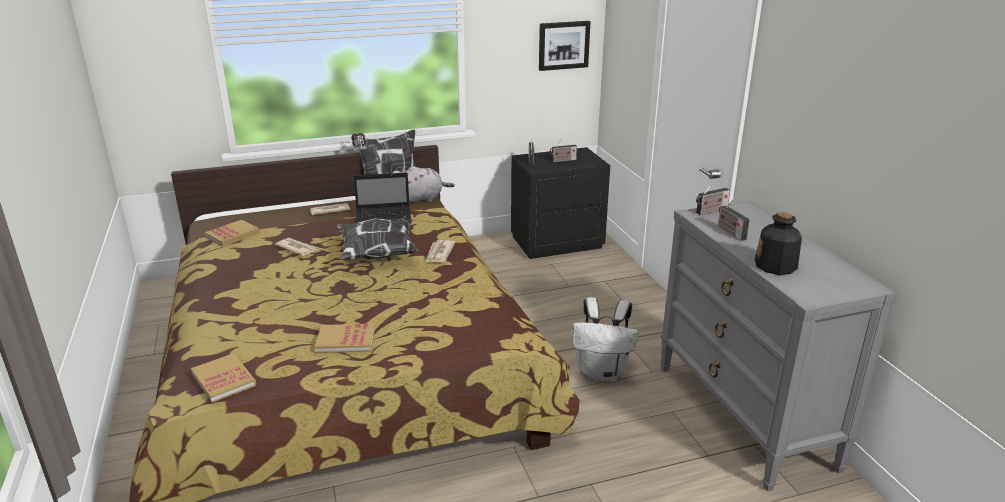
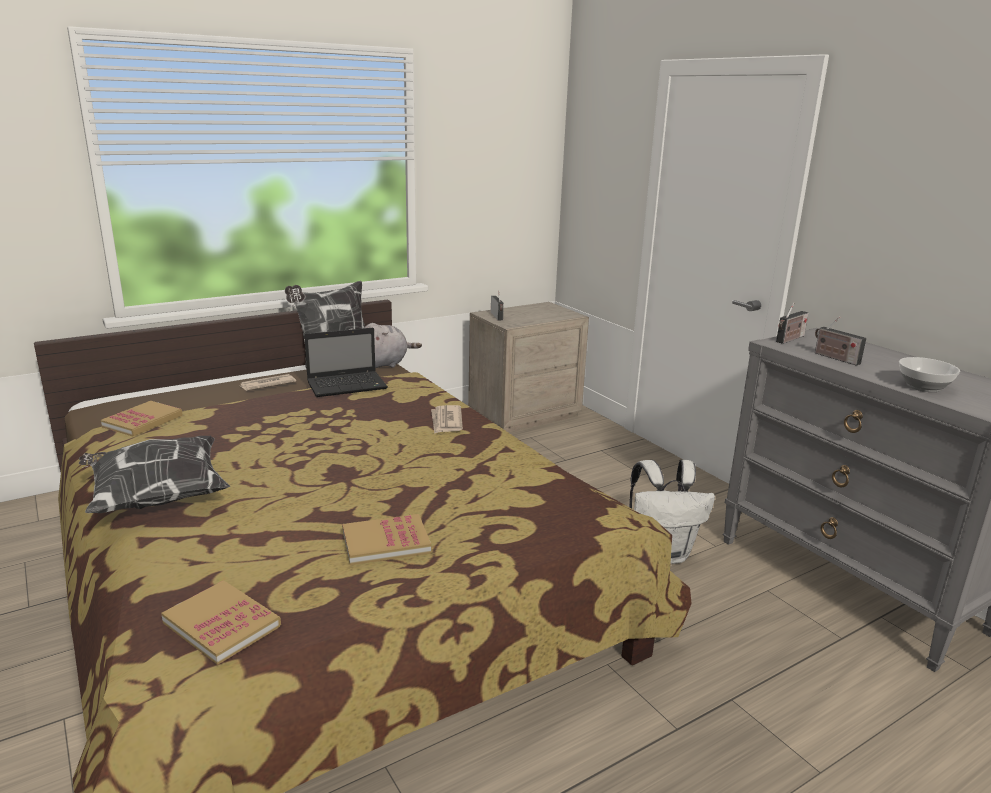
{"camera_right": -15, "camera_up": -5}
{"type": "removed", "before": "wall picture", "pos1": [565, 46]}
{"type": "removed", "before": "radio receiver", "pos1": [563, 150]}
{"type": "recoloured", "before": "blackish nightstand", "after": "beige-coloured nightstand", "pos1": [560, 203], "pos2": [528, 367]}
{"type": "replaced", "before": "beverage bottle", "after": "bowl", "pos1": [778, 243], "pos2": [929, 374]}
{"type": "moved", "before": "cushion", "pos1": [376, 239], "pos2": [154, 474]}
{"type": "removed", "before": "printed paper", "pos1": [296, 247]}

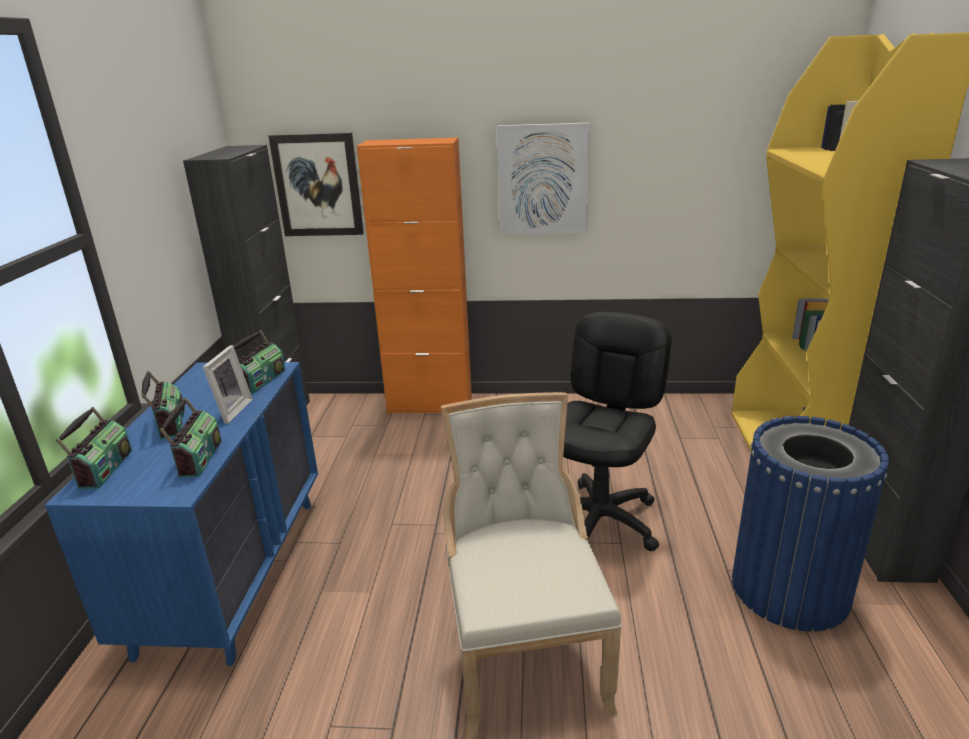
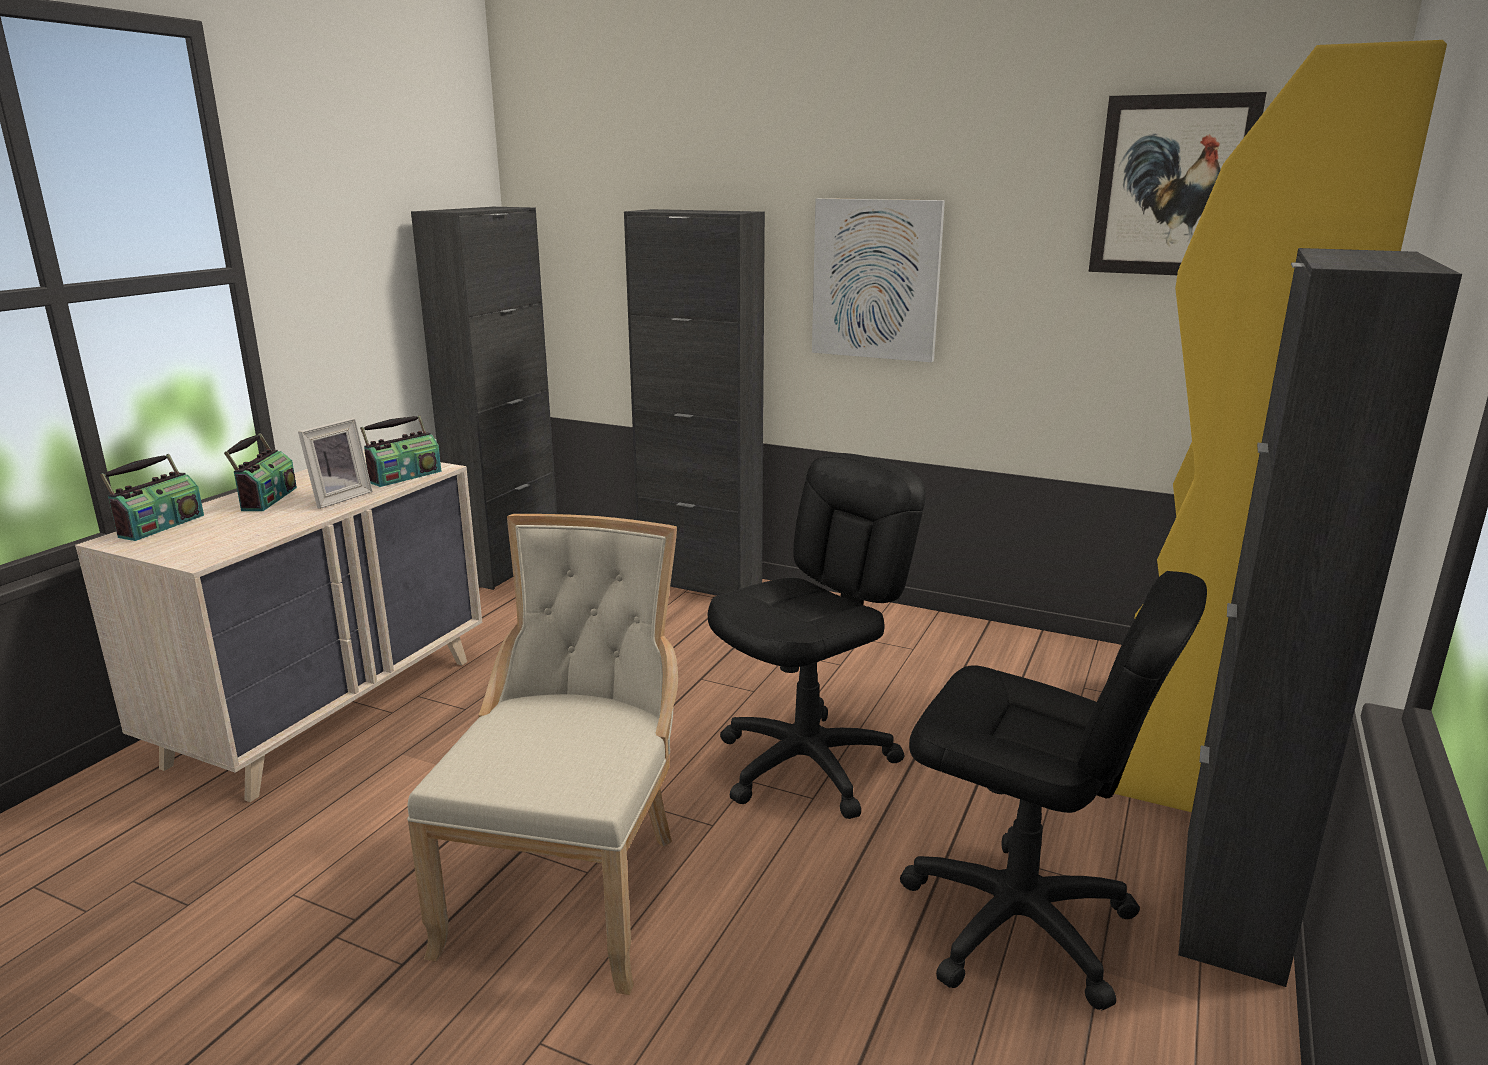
{"camera_right": 20, "camera_up": -5}
{"type": "moved", "before": "wall picture", "pos1": [316, 184], "pos2": [1178, 183]}
{"type": "recoloured", "before": "orange-coloured cabinet", "after": "blackish cabinet", "pos1": [414, 275], "pos2": [694, 402]}
{"type": "recoloured", "before": "blue-coloured dresser", "after": "beige-coloured dresser", "pos1": [181, 513], "pos2": [278, 626]}
{"type": "removed", "before": "radio receiver", "pos1": [190, 438]}
{"type": "replaced", "before": "blue-coloured rubbish bin", "after": "blackish office chair", "pos1": [810, 524], "pos2": [1053, 791]}

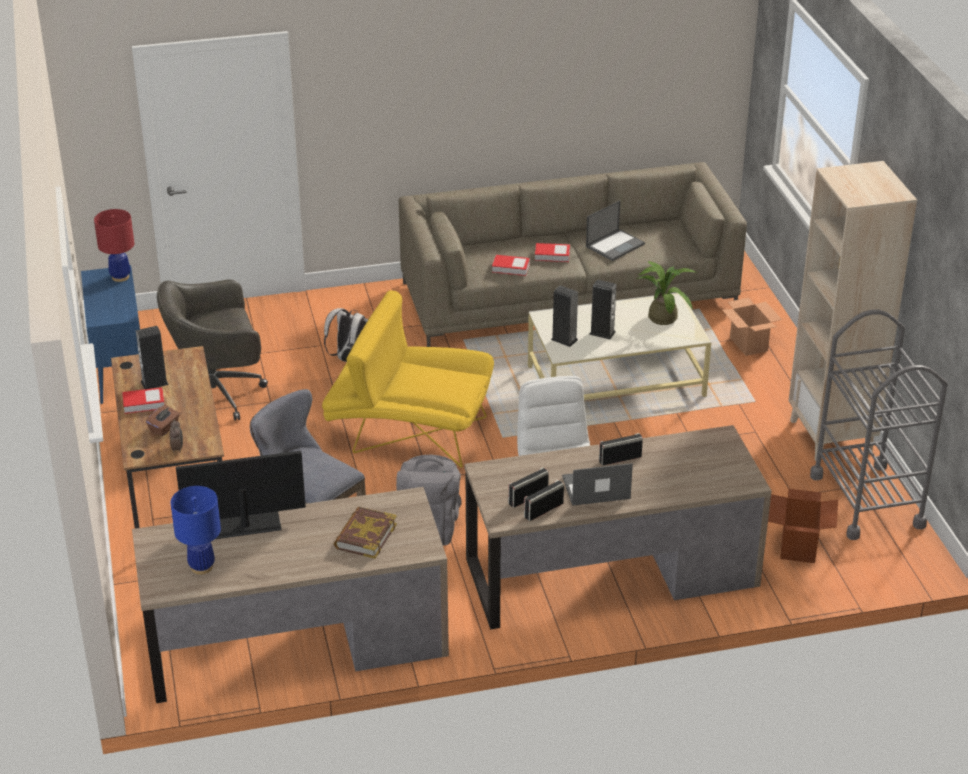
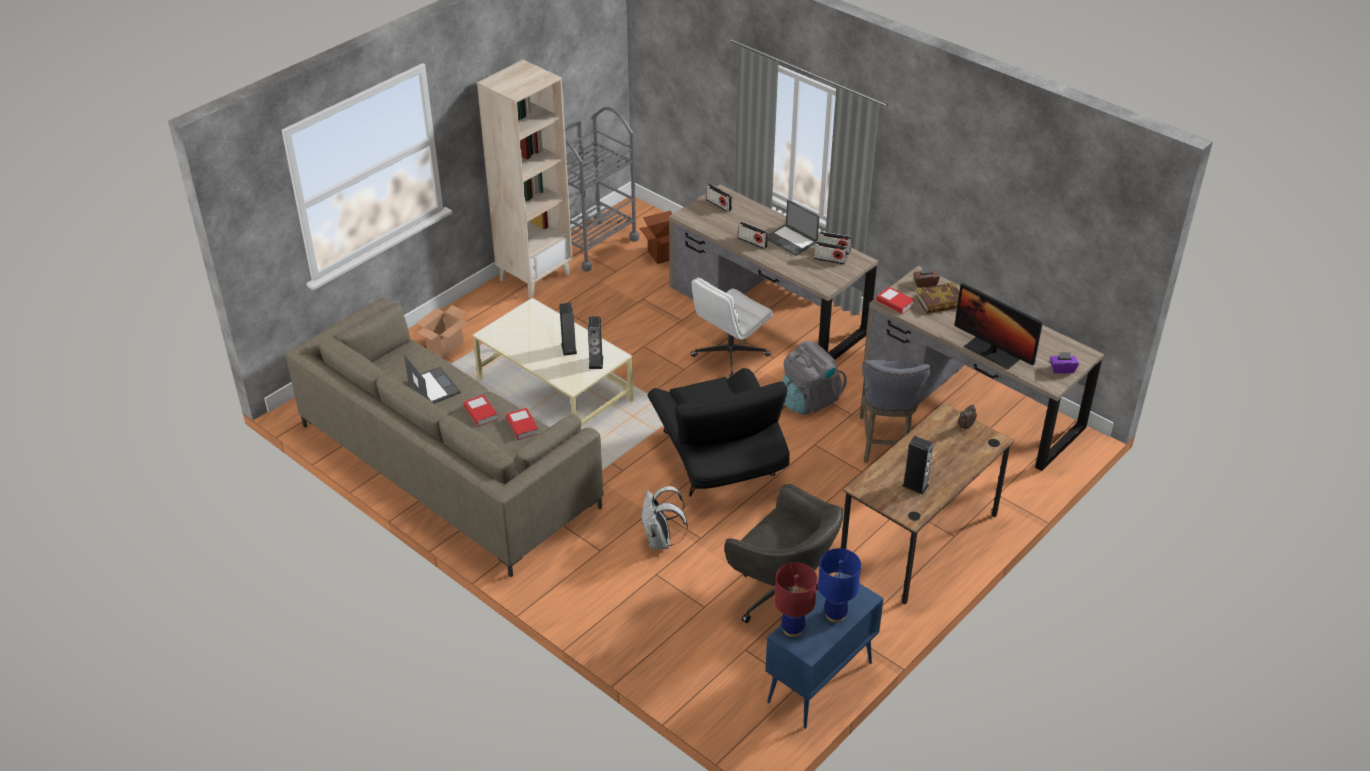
{"camera_right": -125, "camera_up": 5}
{"type": "turned", "before": "notebook computer", "pos1": [615, 231], "pos2": [432, 379], "turn": 45}
{"type": "removed", "before": "potted plant", "pos1": [667, 293]}
{"type": "recoloured", "before": "yellow-coloured easy chair", "after": "blackish easy chair", "pos1": [408, 379], "pos2": [718, 432]}
{"type": "moved", "before": "volume", "pos1": [143, 400], "pos2": [895, 300]}
{"type": "moved", "before": "brown-coloured tissue holder", "pos1": [163, 420], "pos2": [926, 277]}
{"type": "moved", "before": "blue-coloured table lamp", "pos1": [195, 530], "pos2": [839, 585]}
{"type": "added", "after": "radio receiver", "pos2": [719, 198]}
{"type": "added", "after": "purple-coloured tissue holder", "pos2": [1064, 362]}

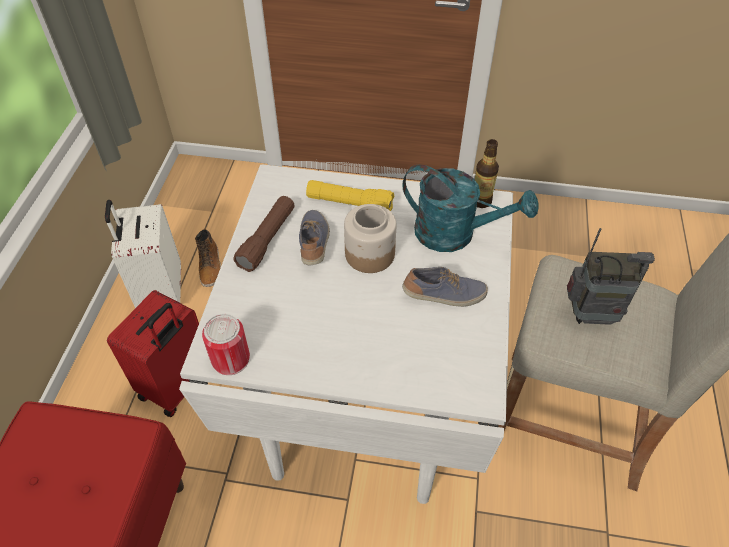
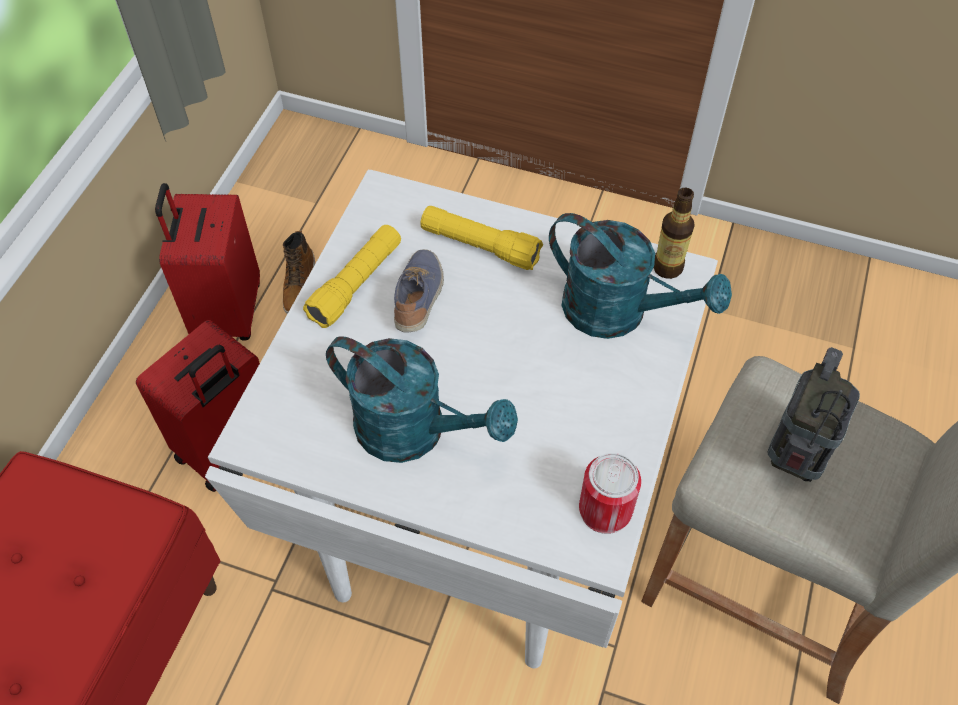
{"camera_right": 10, "camera_up": 5}
{"type": "recoloured", "before": "brown-coloured flashlight", "after": "yellow-coloured flashlight", "pos1": [263, 234], "pos2": [352, 276]}
{"type": "recoloured", "before": "white-coloured suitcase", "after": "red-coloured suitcase", "pos1": [143, 254], "pos2": [207, 261]}
{"type": "removed", "before": "preserve jar", "pos1": [370, 238]}
{"type": "turned", "before": "radio receiver", "pos1": [611, 276], "pos2": [813, 414], "turn": -75}
{"type": "removed", "before": "shoe", "pos1": [445, 287]}
{"type": "moved", "before": "metal can", "pos1": [226, 344], "pos2": [610, 493]}
{"type": "added", "after": "turquoise-coloured sprinkling can", "pos2": [422, 399]}

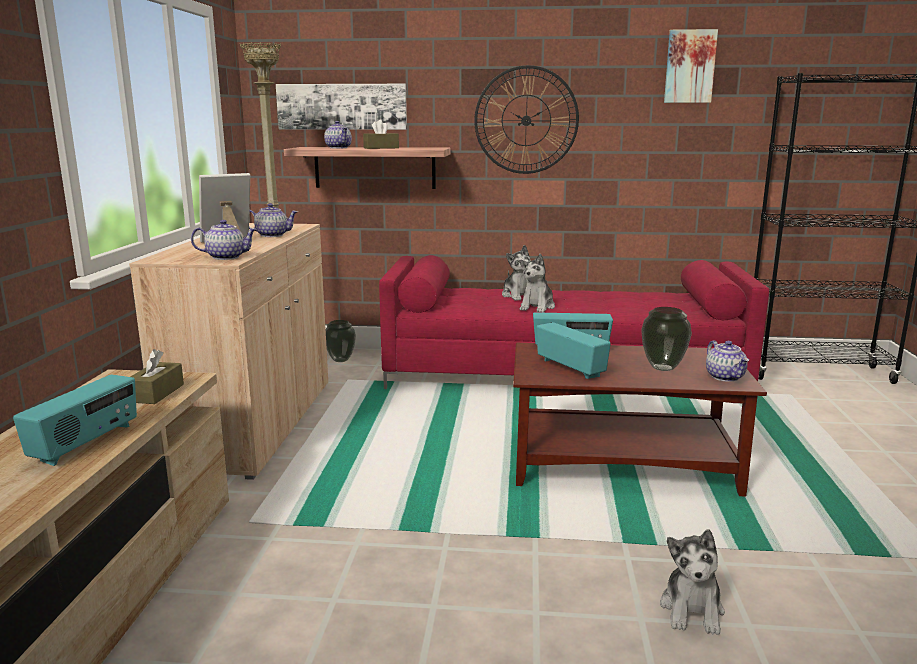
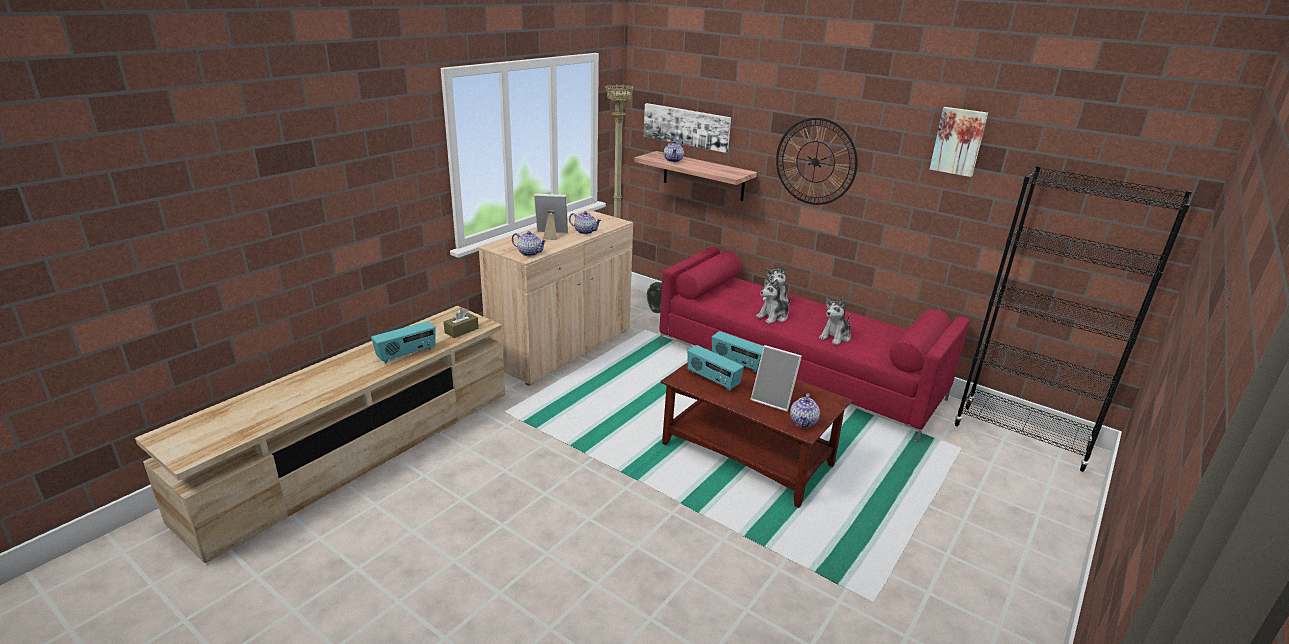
{"camera_right": 30, "camera_up": 10}
{"type": "removed", "before": "brown-coloured tissue holder", "pos1": [381, 134]}
{"type": "replaced", "before": "vase", "after": "photo frame", "pos1": [666, 339], "pos2": [776, 378]}
{"type": "turned", "before": "radio receiver", "pos1": [574, 350], "pos2": [715, 368], "turn": 135}
{"type": "moved", "before": "cuddly toy", "pos1": [692, 582], "pos2": [835, 321]}

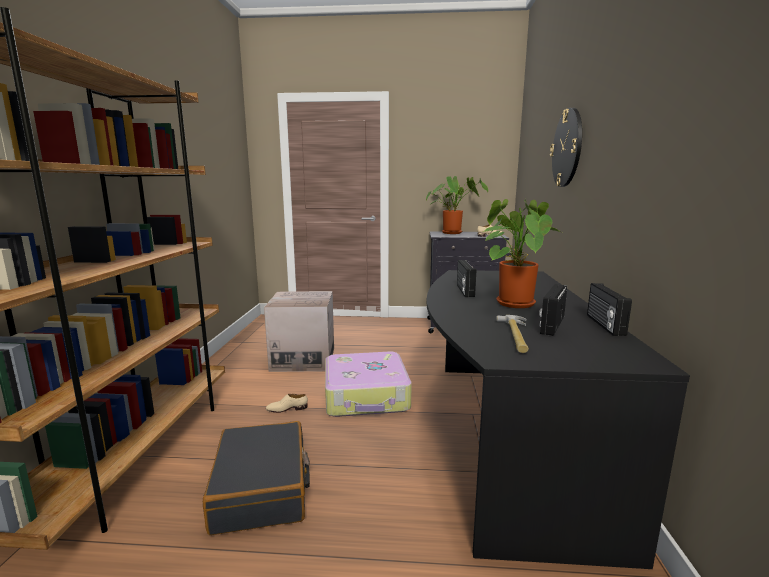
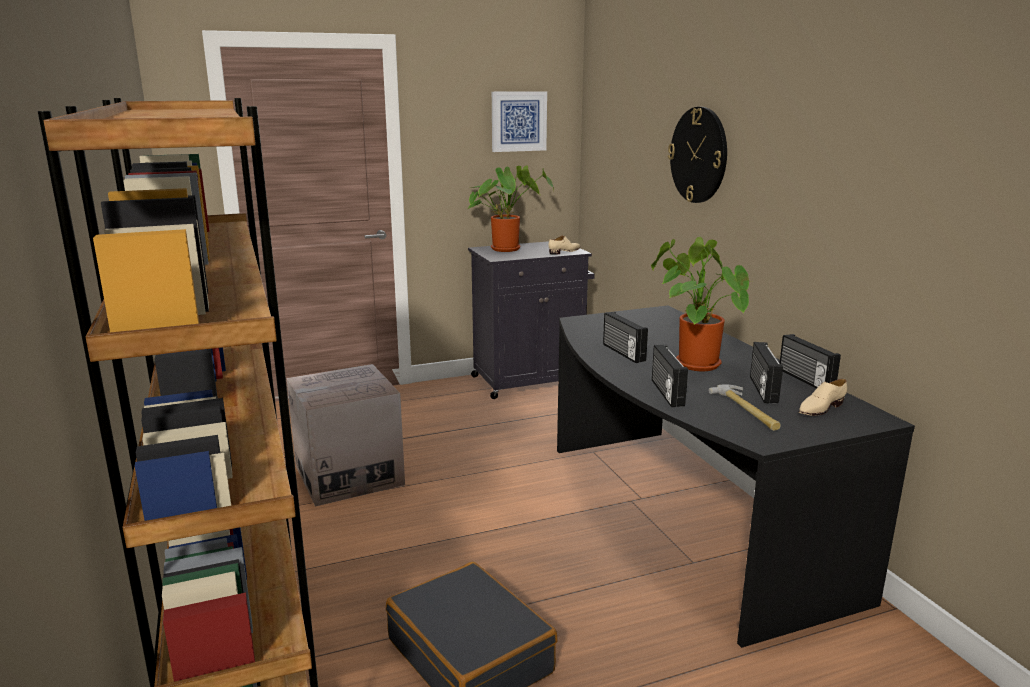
{"camera_right": -25, "camera_up": 5}
{"type": "removed", "before": "suitcase", "pos1": [368, 384]}
{"type": "moved", "before": "beige-coloured shoe", "pos1": [287, 403], "pos2": [823, 397]}
{"type": "added", "after": "wall picture", "pos2": [519, 121]}
{"type": "added", "after": "radio receiver", "pos2": [670, 376]}

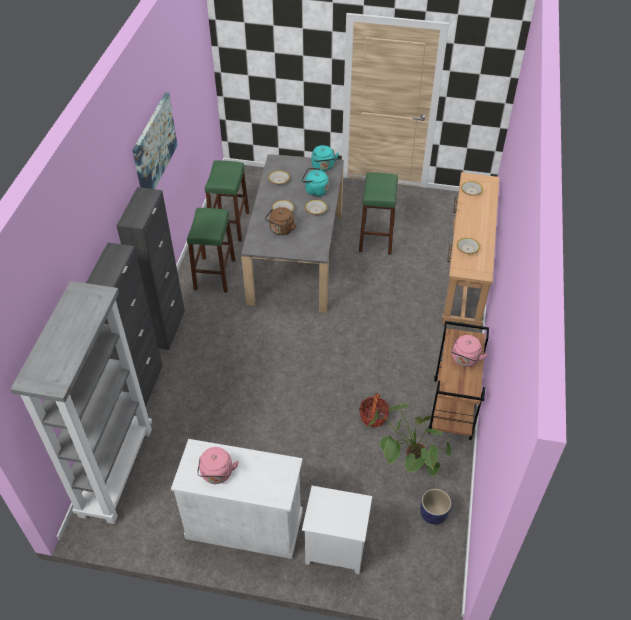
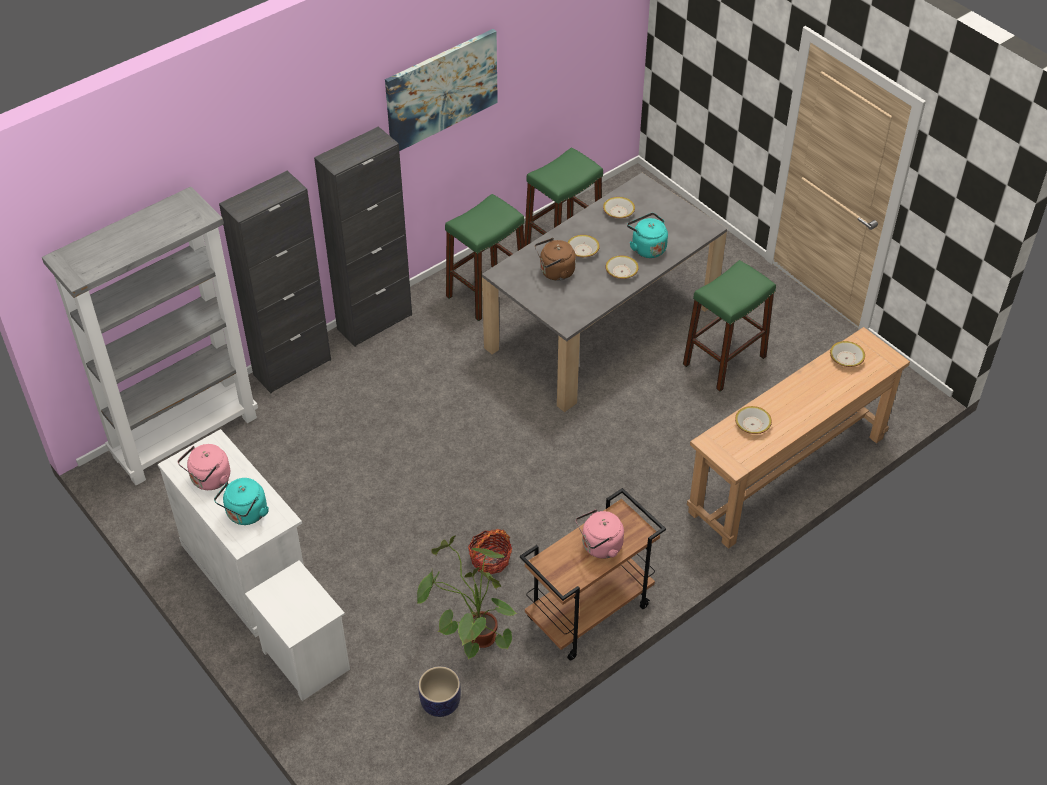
{"camera_right": 40, "camera_up": 0}
{"type": "moved", "before": "turquoise-coloured water kettle", "pos1": [325, 158], "pos2": [241, 501]}

